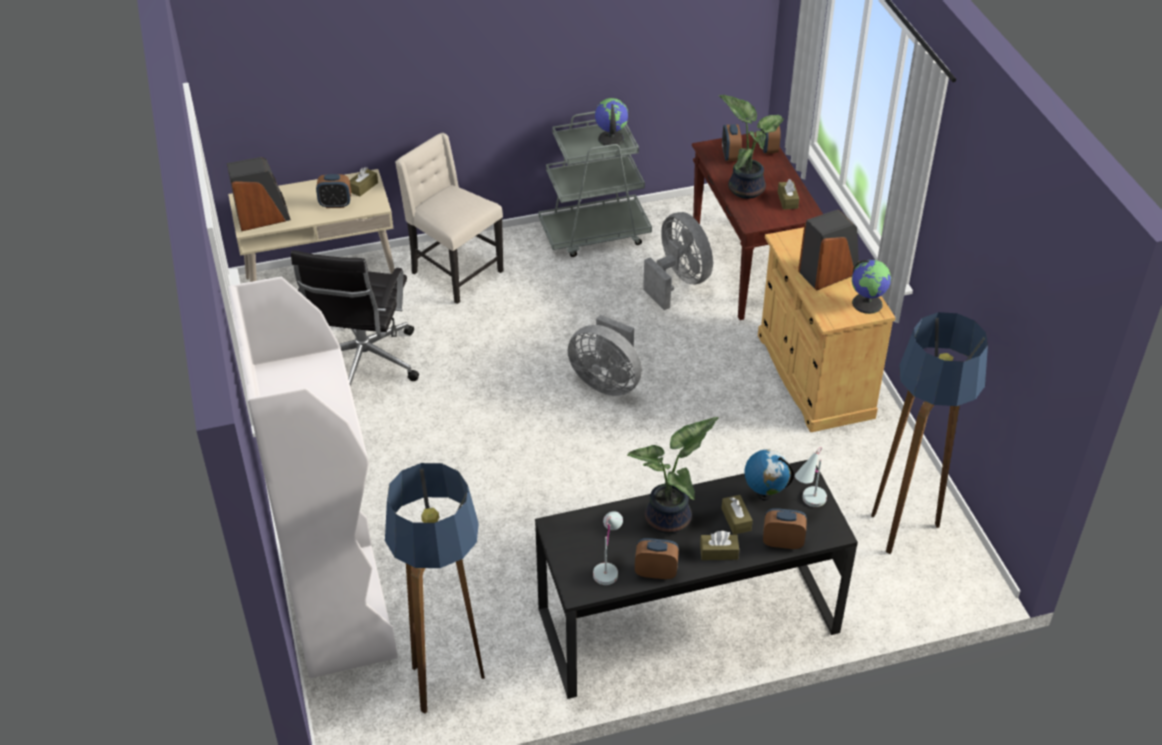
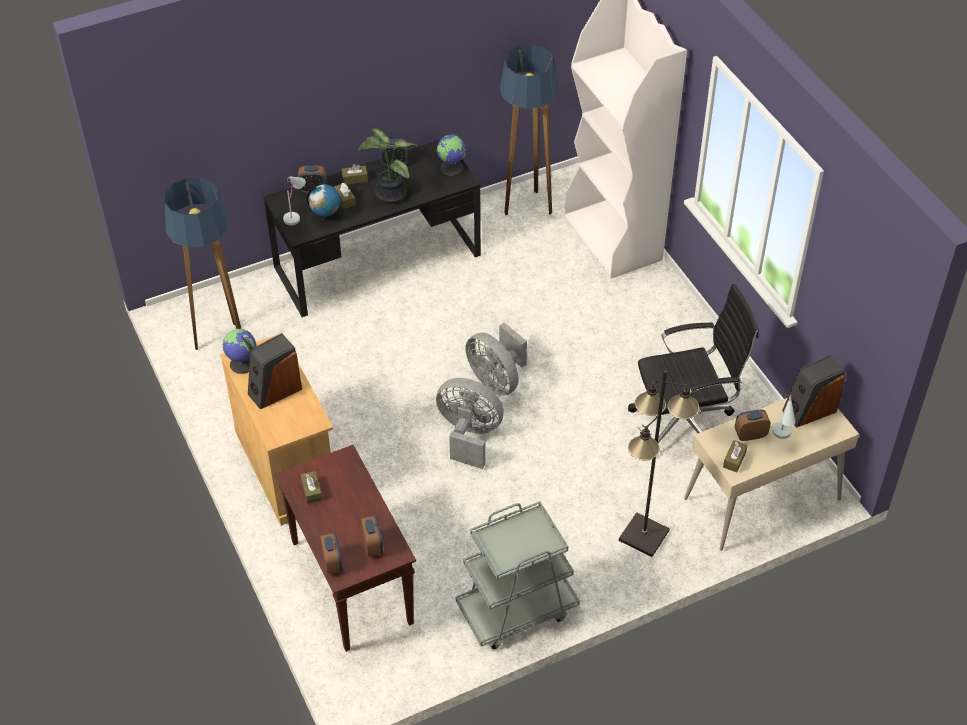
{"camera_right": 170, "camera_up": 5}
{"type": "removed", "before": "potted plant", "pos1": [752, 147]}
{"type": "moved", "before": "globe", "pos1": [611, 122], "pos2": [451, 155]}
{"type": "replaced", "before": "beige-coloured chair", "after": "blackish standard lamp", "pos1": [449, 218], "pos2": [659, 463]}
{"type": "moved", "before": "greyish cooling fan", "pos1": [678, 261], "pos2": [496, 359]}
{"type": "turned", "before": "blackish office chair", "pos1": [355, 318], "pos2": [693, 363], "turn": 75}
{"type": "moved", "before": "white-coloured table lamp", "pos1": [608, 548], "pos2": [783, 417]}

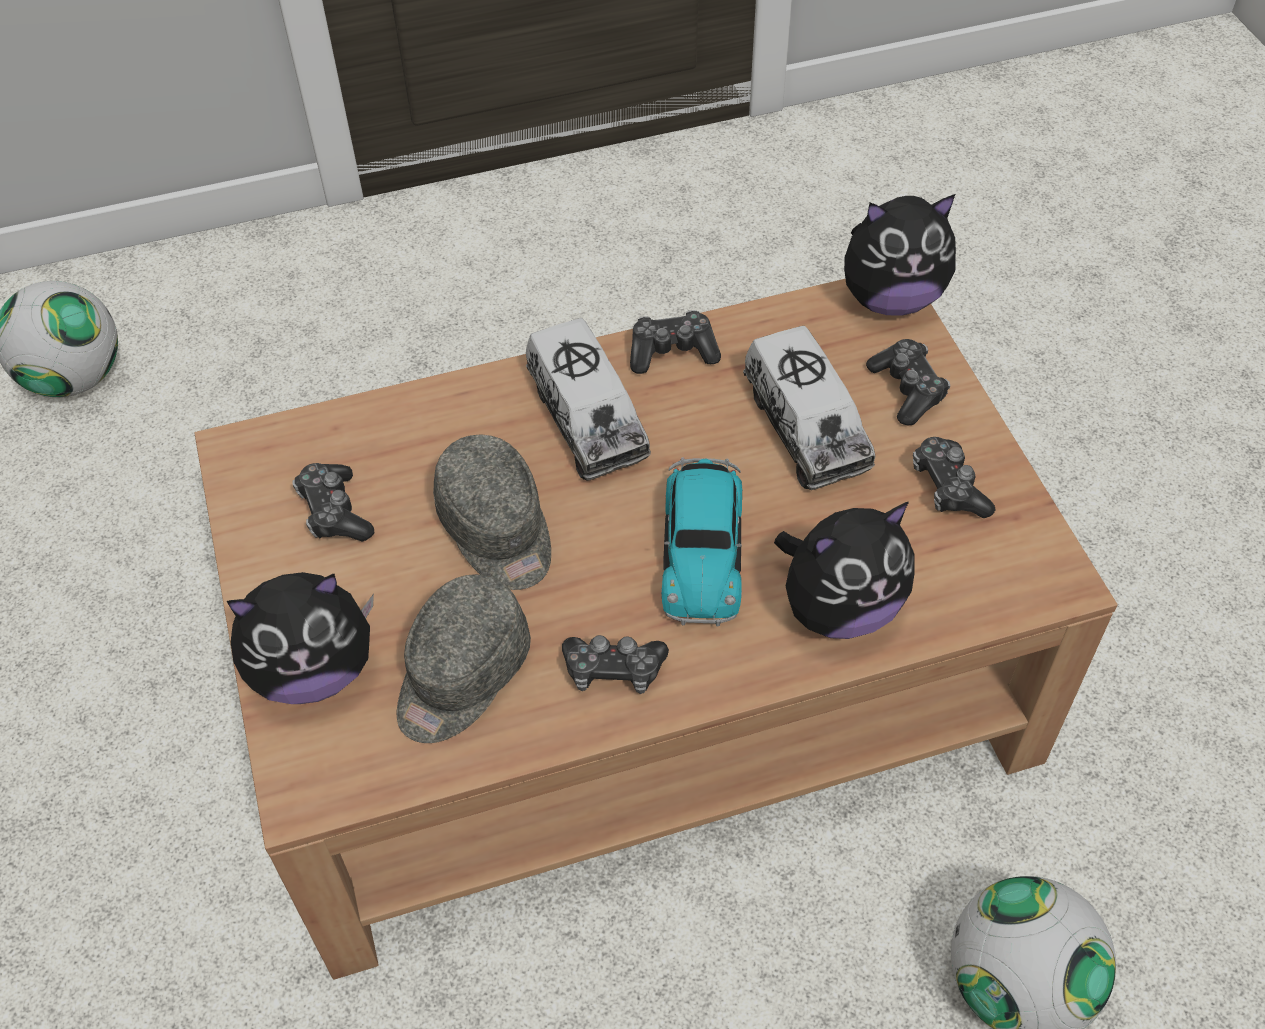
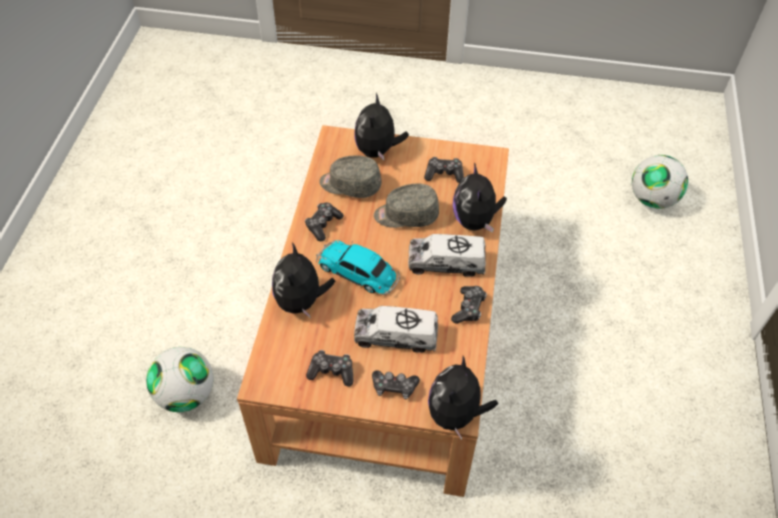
{"camera_right": 115, "camera_up": 0}
{"type": "turned", "before": "greyish peaked cap", "pos1": [464, 658], "pos2": [350, 177], "turn": -45}
{"type": "added", "after": "cuddly toy", "pos2": [480, 198]}

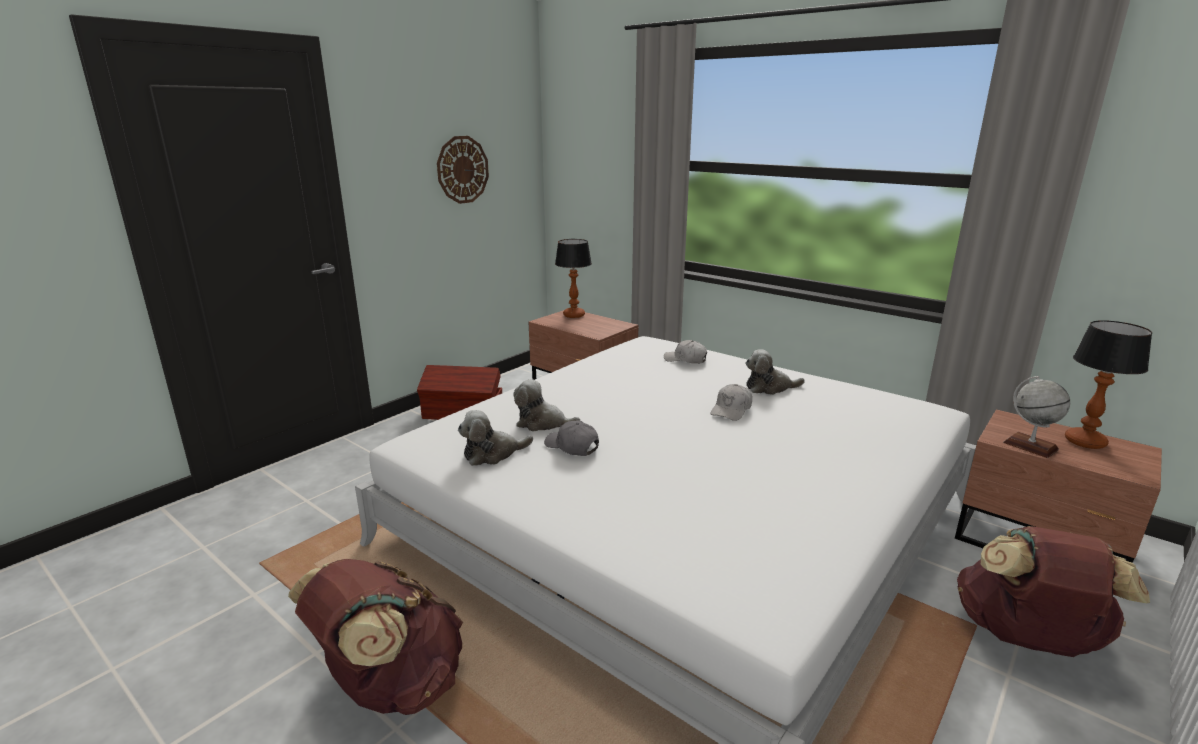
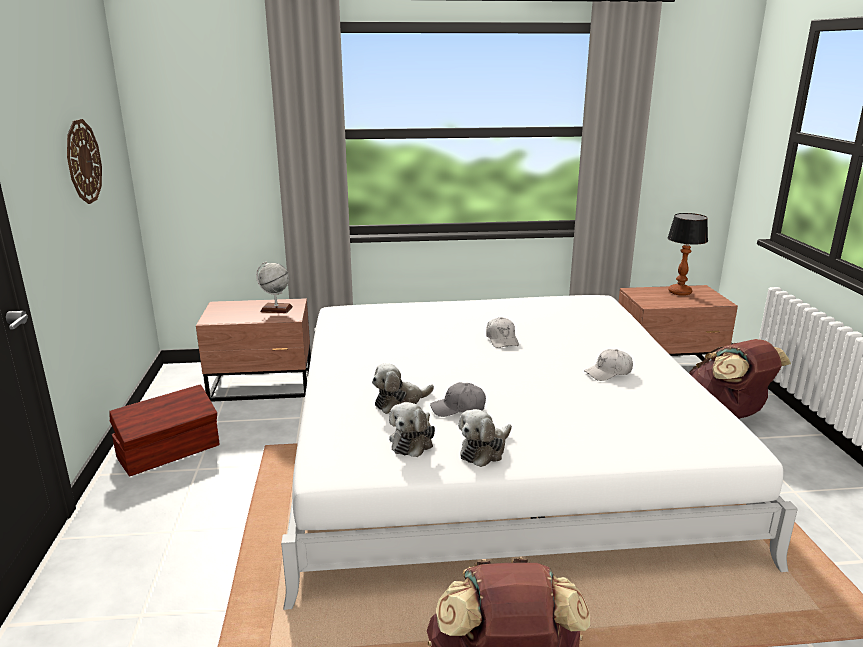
{"camera_right": -45, "camera_up": 0}
{"type": "removed", "before": "table lamp", "pos1": [573, 278]}
{"type": "moved", "before": "white-coloured peaked cap", "pos1": [685, 351], "pos2": [608, 365]}
{"type": "moved", "before": "cuddly toy", "pos1": [775, 372], "pos2": [485, 438]}
{"type": "moved", "before": "globe", "pos1": [1036, 417], "pos2": [274, 287]}

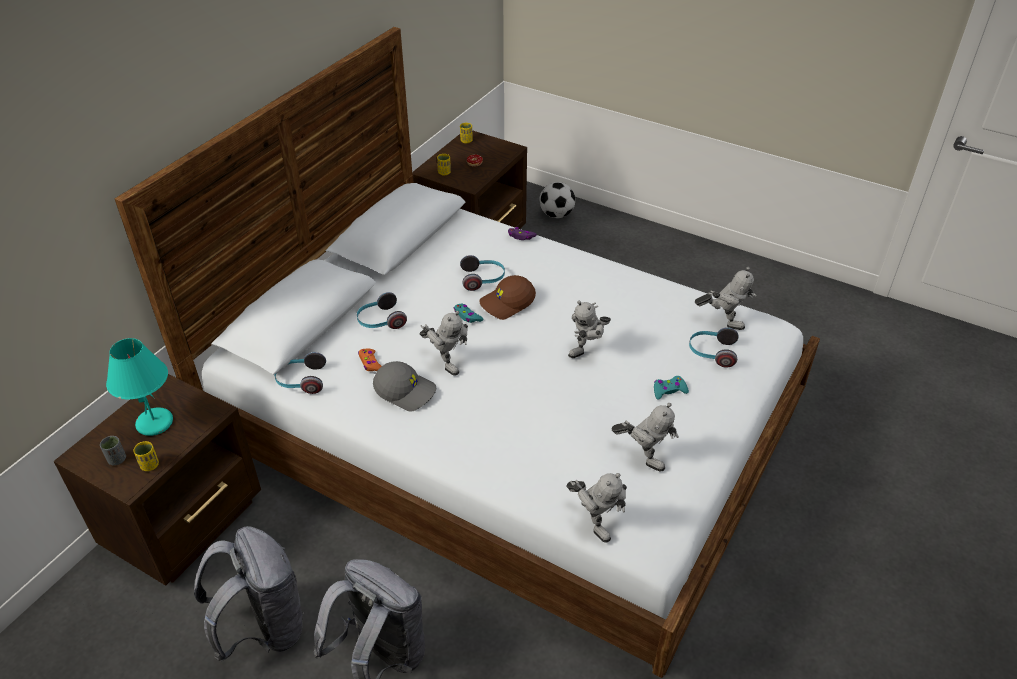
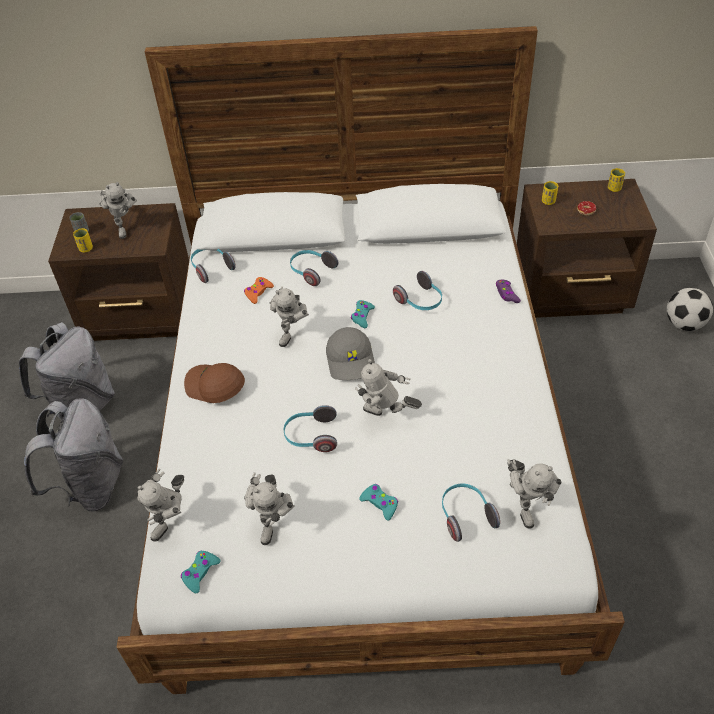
{"camera_right": 60, "camera_up": 5}
{"type": "moved", "before": "brown-coloured peaked cap", "pos1": [507, 297], "pos2": [214, 383]}
{"type": "replaced", "before": "turquoise-coloured table lamp", "after": "toy robot", "pos1": [139, 387], "pos2": [118, 210]}
{"type": "moved", "before": "greyish peaked cap", "pos1": [404, 386], "pos2": [350, 353]}
{"type": "added", "after": "headphones", "pos2": [310, 428]}
{"type": "added", "after": "turquoise-coloured gamepad", "pos2": [201, 572]}

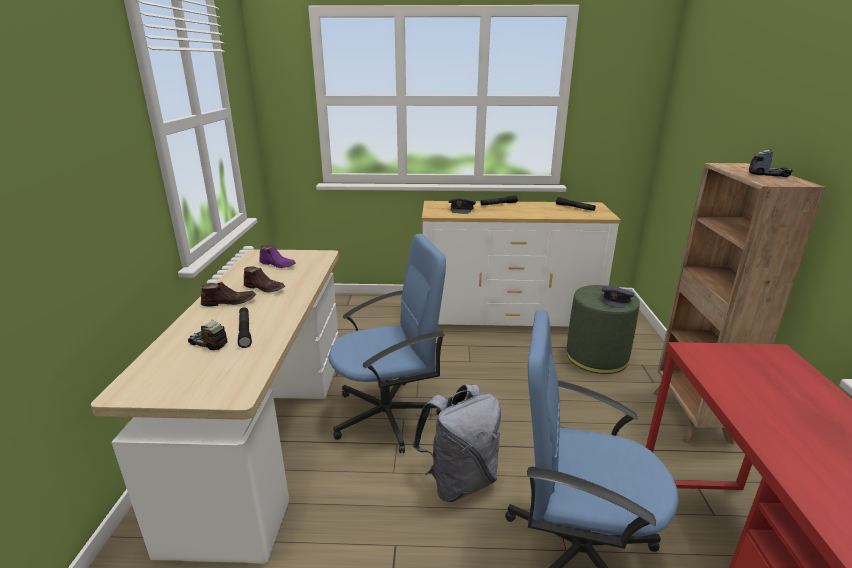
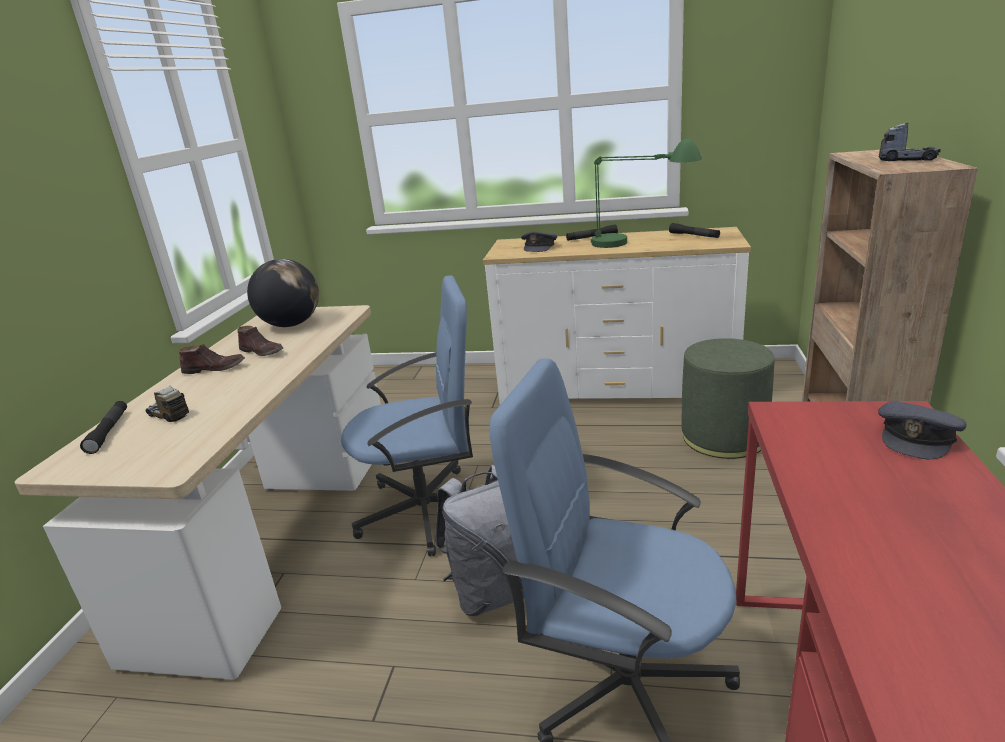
{"camera_right": 10, "camera_up": 0}
{"type": "replaced", "before": "purple-coloured shoe", "after": "globe", "pos1": [278, 256], "pos2": [283, 293]}
{"type": "moved", "before": "greyish peaked cap", "pos1": [618, 297], "pos2": [922, 430]}
{"type": "moved", "before": "blackish flashlight", "pos1": [245, 327], "pos2": [103, 427]}
{"type": "added", "after": "green table lamp", "pos2": [646, 193]}

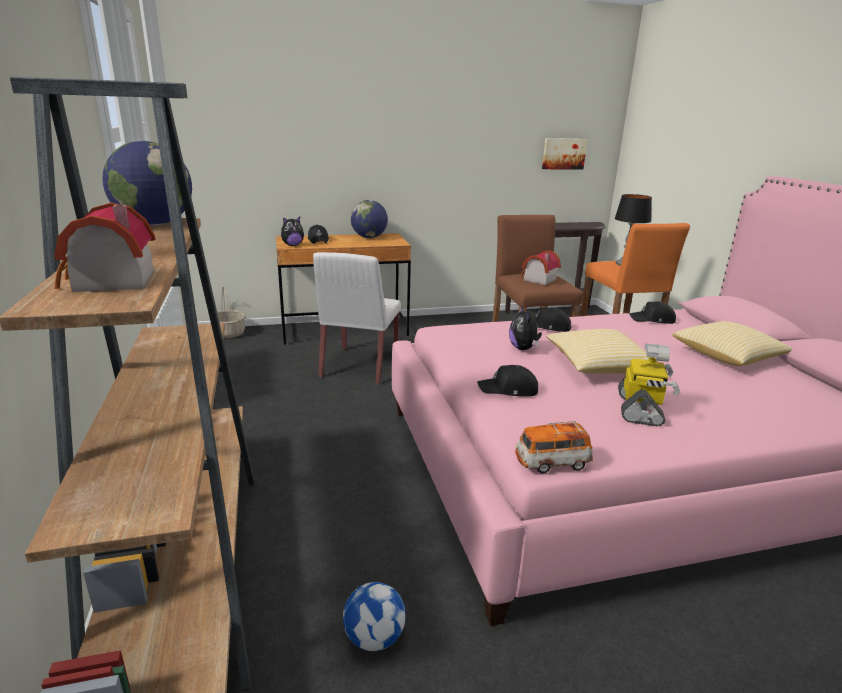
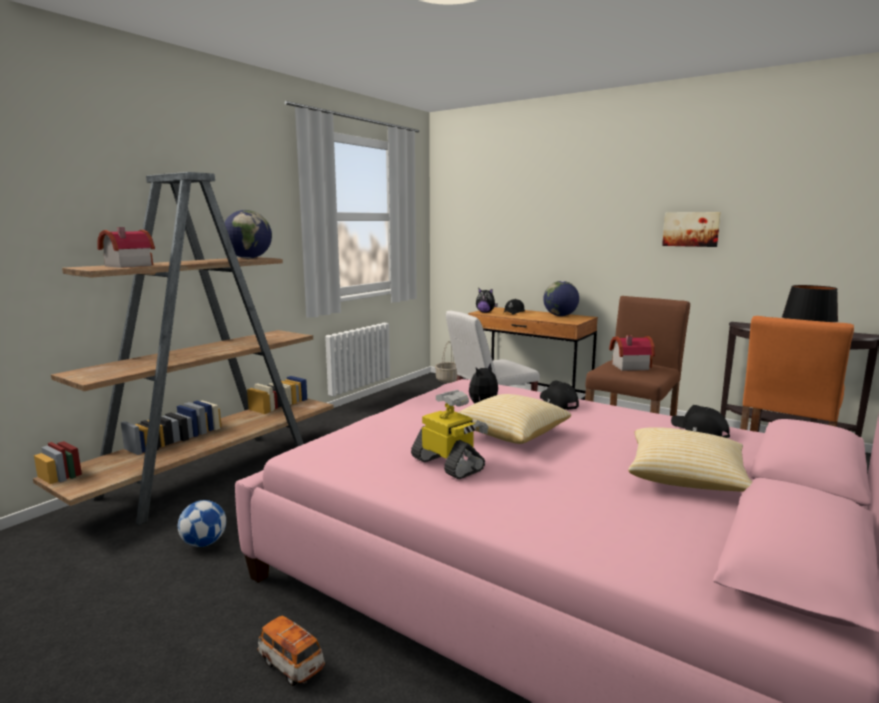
{"camera_right": 50, "camera_up": -10}
{"type": "moved", "before": "wall picture", "pos1": [564, 153], "pos2": [691, 229]}
{"type": "turned", "before": "toy robot", "pos1": [649, 384], "pos2": [449, 434], "turn": -105}
{"type": "removed", "before": "blackish peaked cap", "pos1": [507, 381]}
{"type": "moved", "before": "miniature car", "pos1": [554, 447], "pos2": [291, 651]}

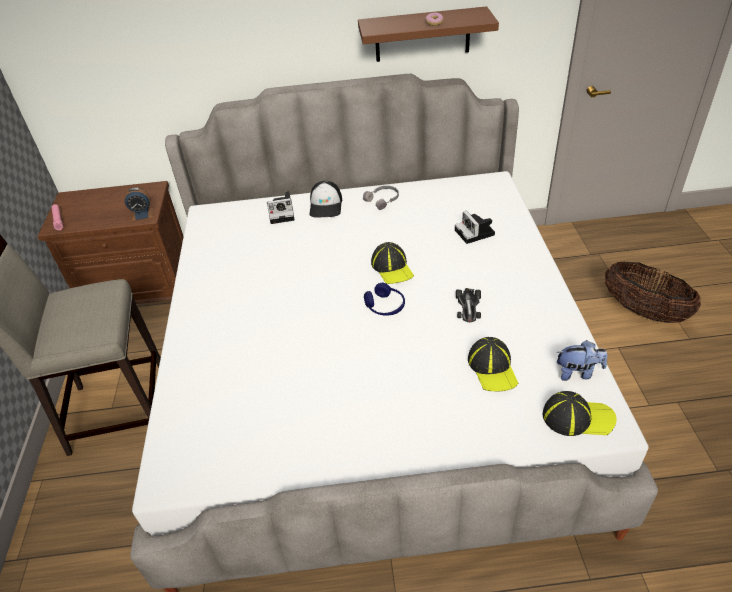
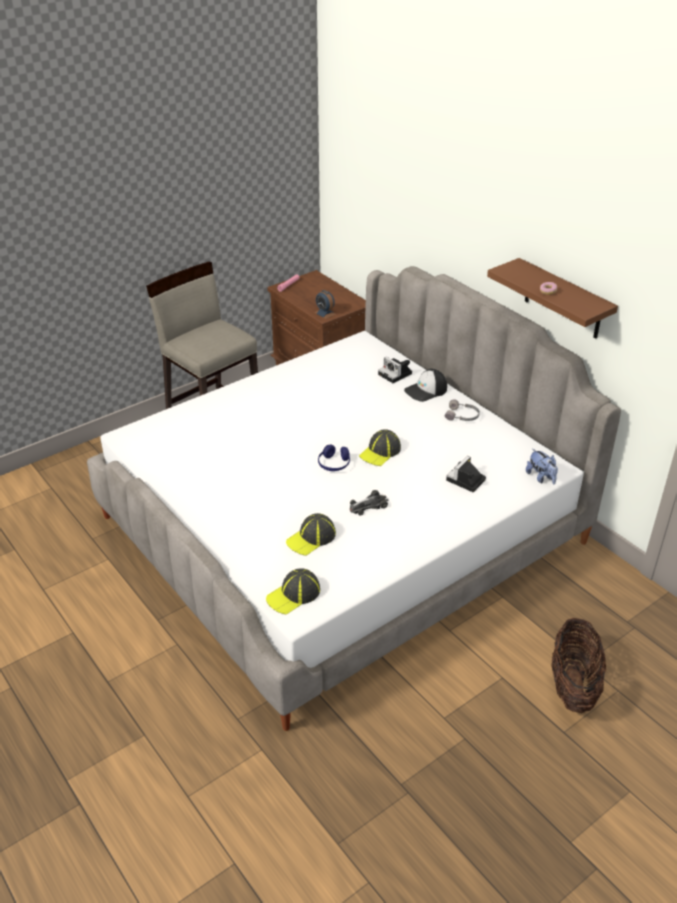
{"camera_right": 55, "camera_up": -5}
{"type": "moved", "before": "cuddly toy", "pos1": [582, 360], "pos2": [542, 467]}
{"type": "turned", "before": "peaked cap", "pos1": [580, 413], "pos2": [293, 591], "turn": 75}

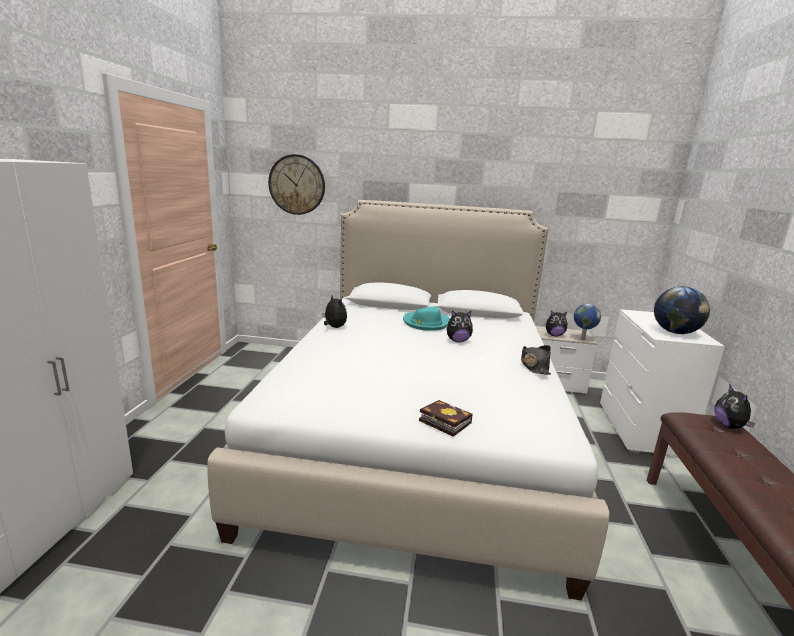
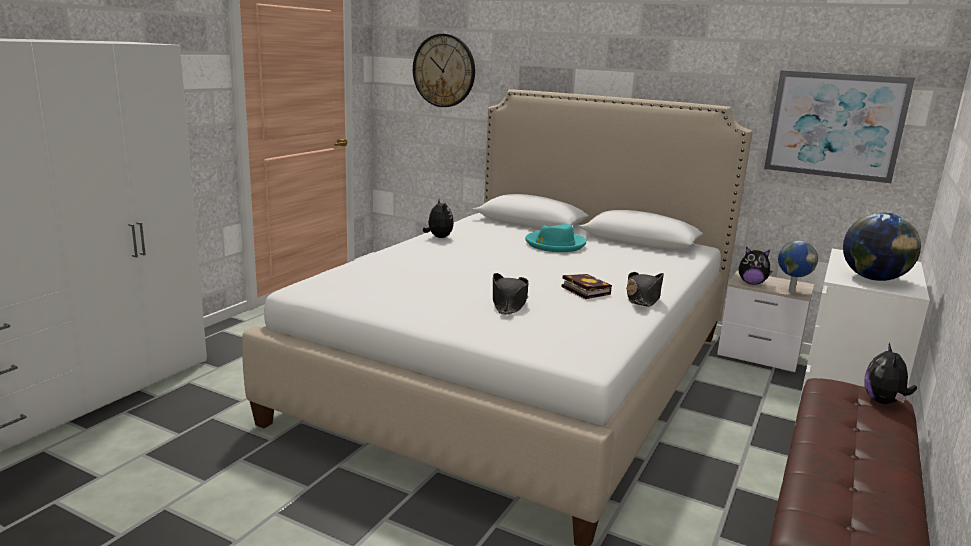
{"camera_right": 20, "camera_up": 0}
{"type": "removed", "before": "cuddly toy", "pos1": [460, 326]}
{"type": "moved", "before": "volume", "pos1": [446, 418], "pos2": [587, 286]}
{"type": "added", "after": "wall picture", "pos2": [839, 126]}
{"type": "added", "after": "blackish wearable hat", "pos2": [511, 293]}

